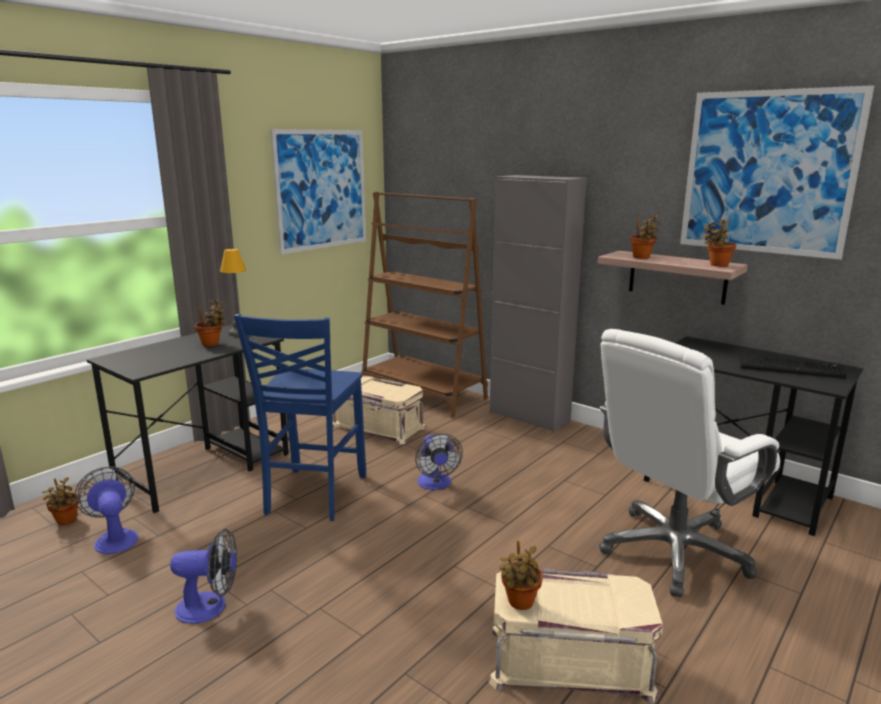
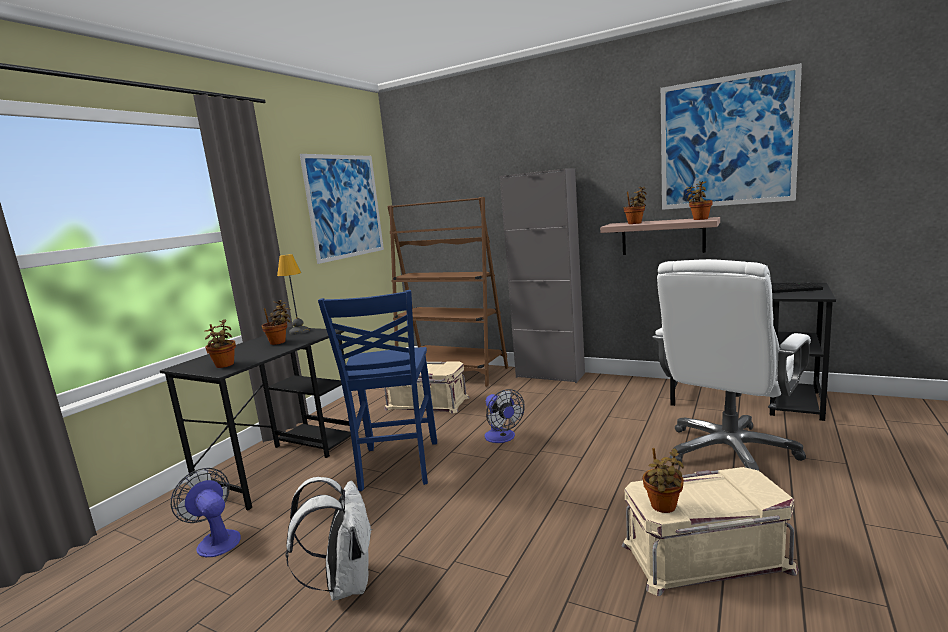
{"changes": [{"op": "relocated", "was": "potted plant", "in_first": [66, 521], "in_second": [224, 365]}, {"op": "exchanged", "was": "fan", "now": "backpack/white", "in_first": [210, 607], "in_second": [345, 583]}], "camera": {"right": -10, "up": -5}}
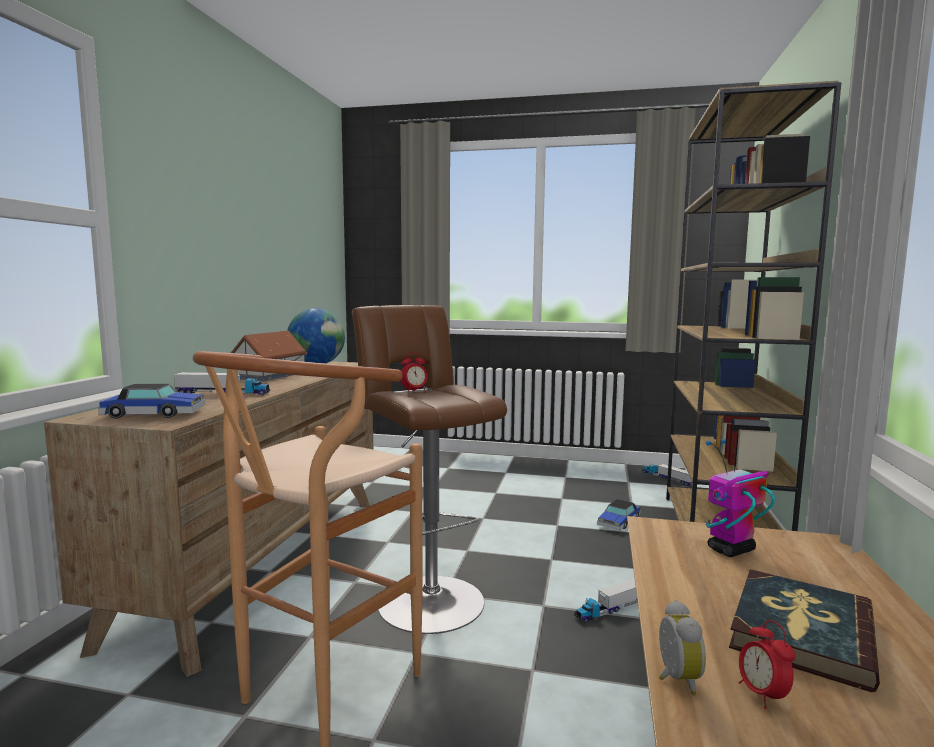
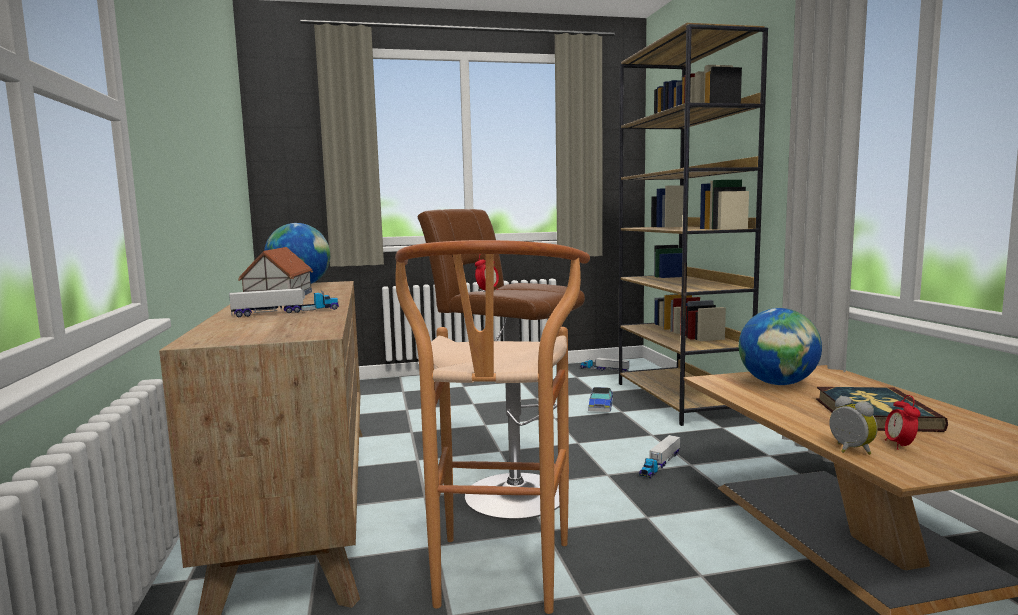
{"changes": [{"op": "missing", "was": "toy car", "in_first": [154, 414]}, {"op": "exchanged", "was": "toy robot", "now": "globe", "in_first": [730, 550], "in_second": [777, 384]}, {"op": "spun", "was": "alarm clock", "in_first": [762, 695], "in_second": [899, 445], "clockwise": 45}], "camera": {"right": -25, "up": 0}}
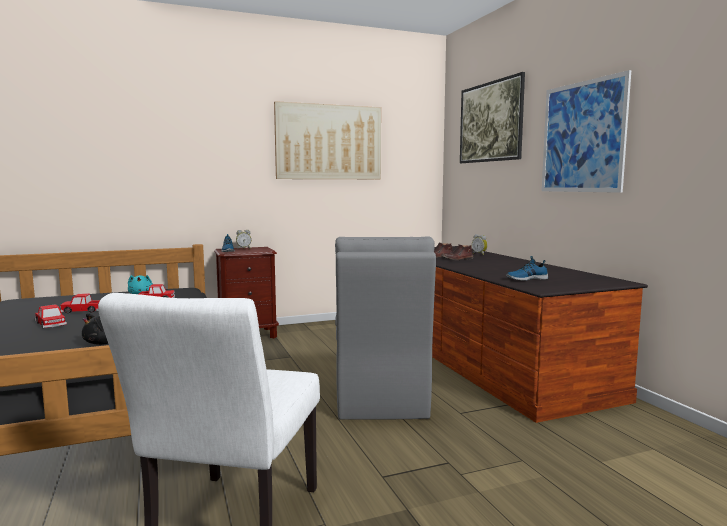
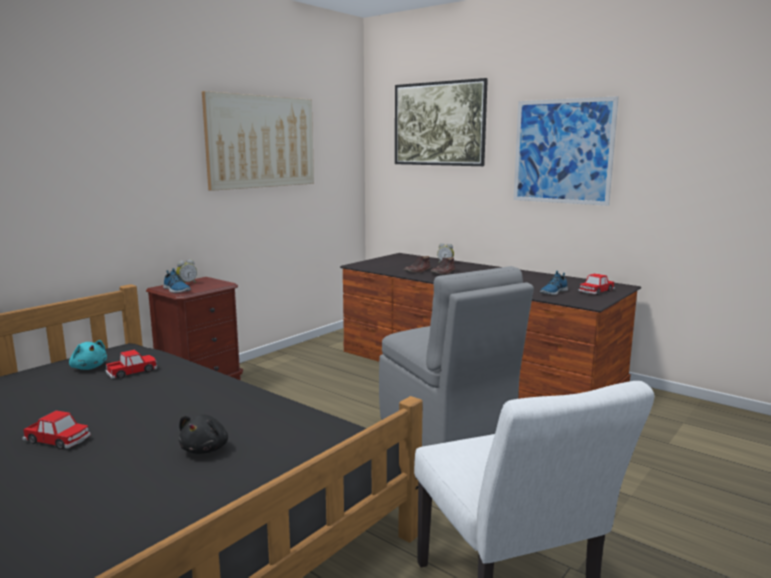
{"changes": [{"op": "relocated", "was": "toy car", "in_first": [82, 311], "in_second": [596, 291]}], "camera": {"right": -30, "up": 5}}
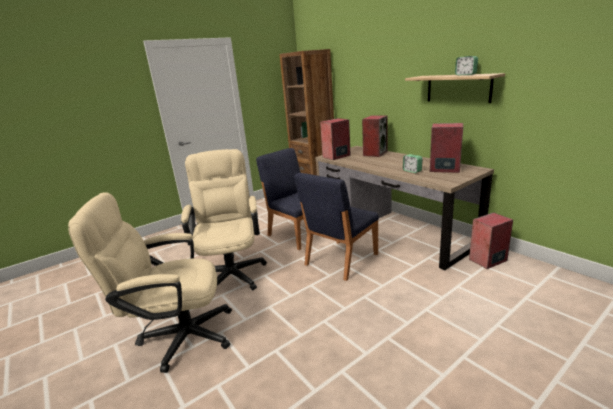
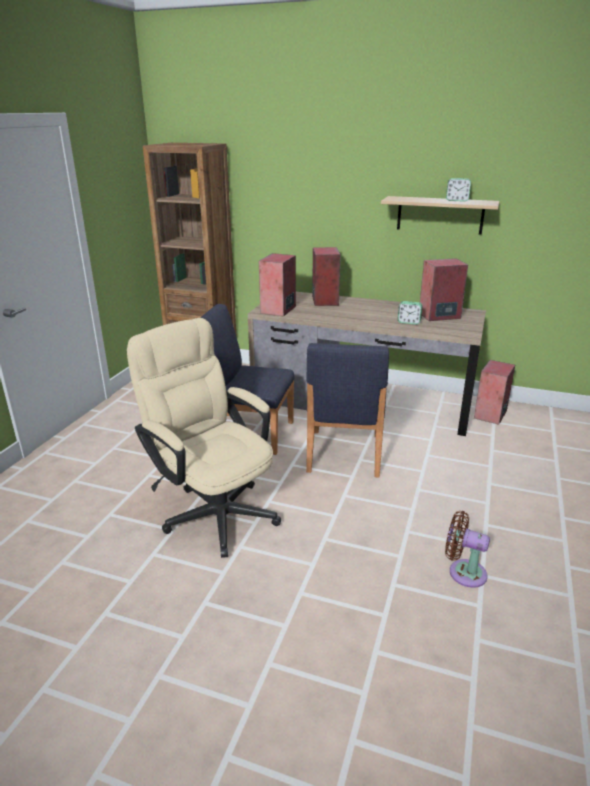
{"changes": [{"op": "missing", "was": "office chair/beige", "in_first": [178, 337]}, {"op": "appeared", "now": "fan/brown", "in_second": [463, 572]}], "camera": {"right": -35, "up": 5}}
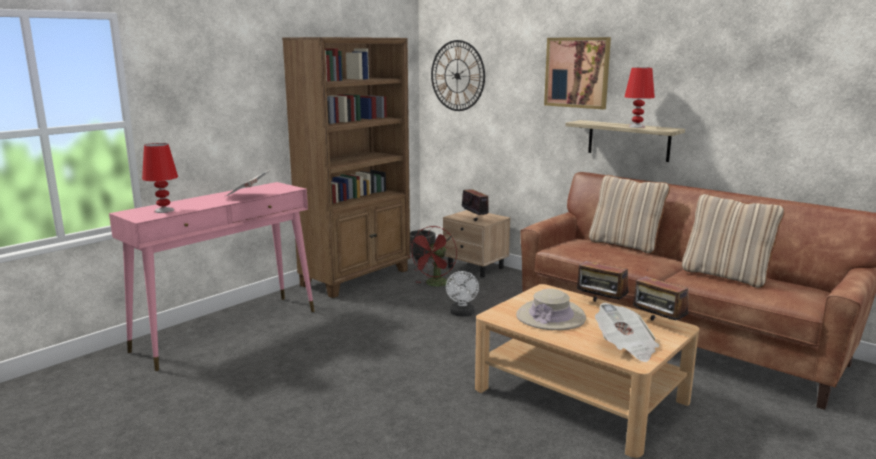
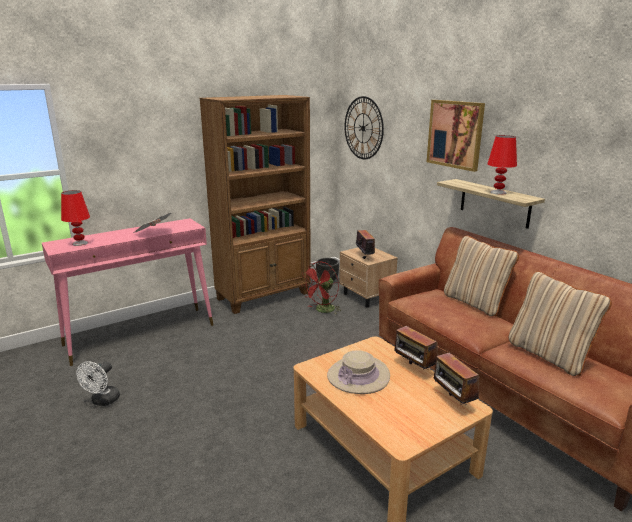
{"changes": [{"op": "missing", "was": "newspaper", "in_first": [626, 347]}, {"op": "relocated", "was": "fan/white", "in_first": [462, 314], "in_second": [103, 401]}], "camera": {"right": 15, "up": 5}}
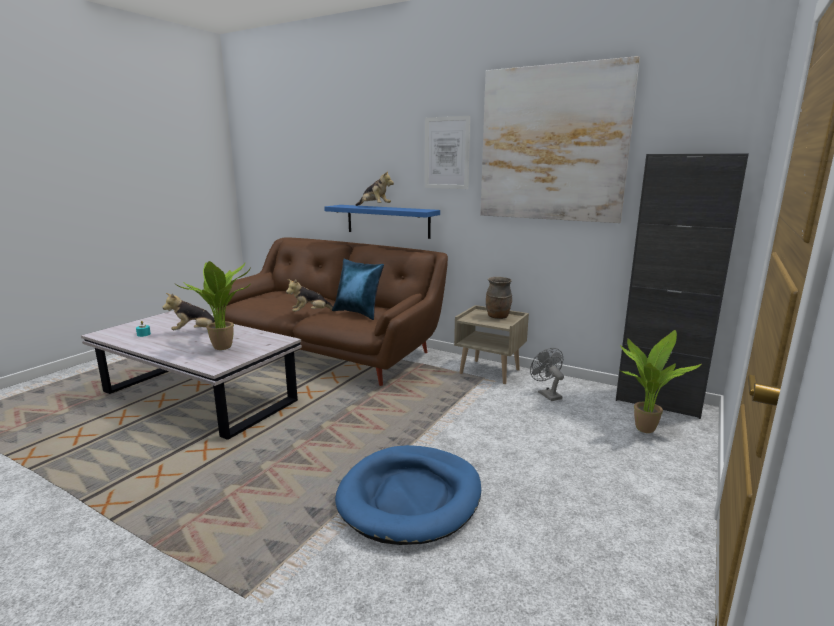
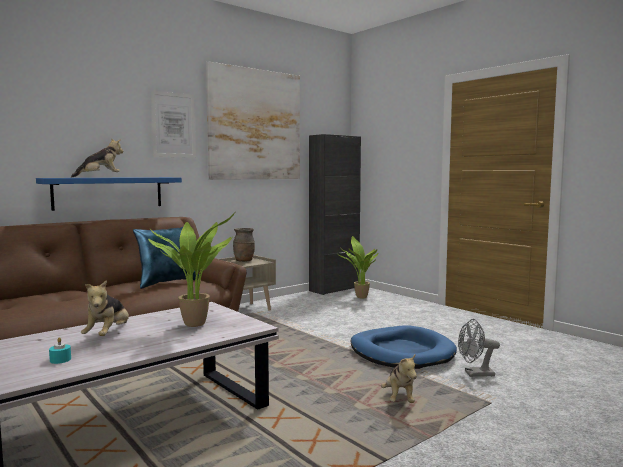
{"changes": [{"op": "relocated", "was": "plush toy", "in_first": [310, 313], "in_second": [399, 399]}, {"op": "relocated", "was": "fan/grey", "in_first": [547, 394], "in_second": [475, 374]}], "camera": {"right": -70, "up": -10}}
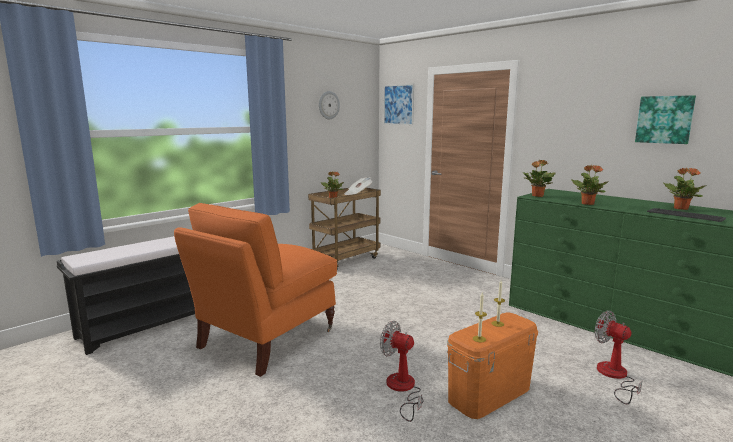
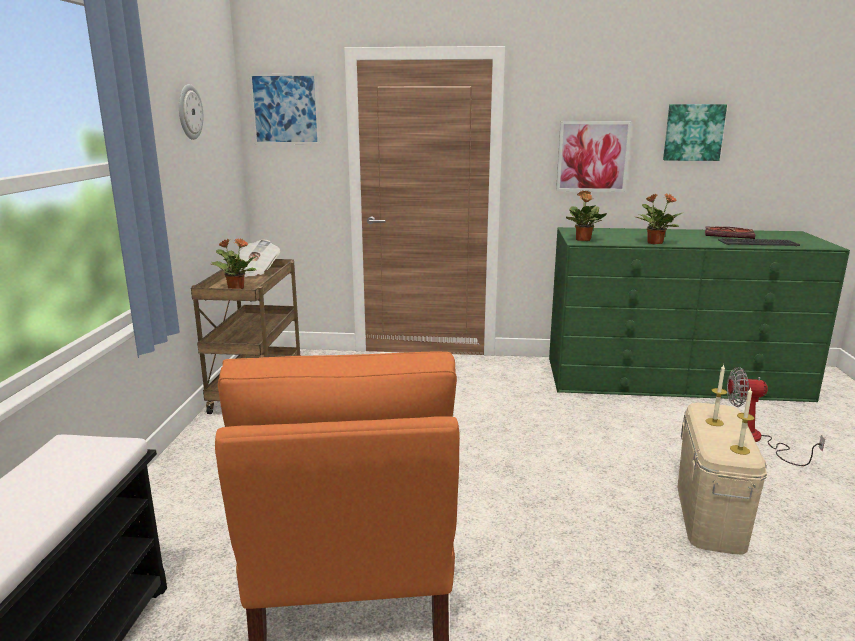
{"changes": [{"op": "missing", "was": "fan", "in_first": [402, 389]}, {"op": "appeared", "now": "picture", "in_second": [592, 156]}, {"op": "exchanged", "was": "potted plant", "now": "book", "in_first": [680, 208], "in_second": [730, 235]}, {"op": "colour", "was": "storage box/orange", "now": "storage box/beige", "in_first": [489, 394], "in_second": [710, 515]}], "camera": {"right": -40, "up": 5}}
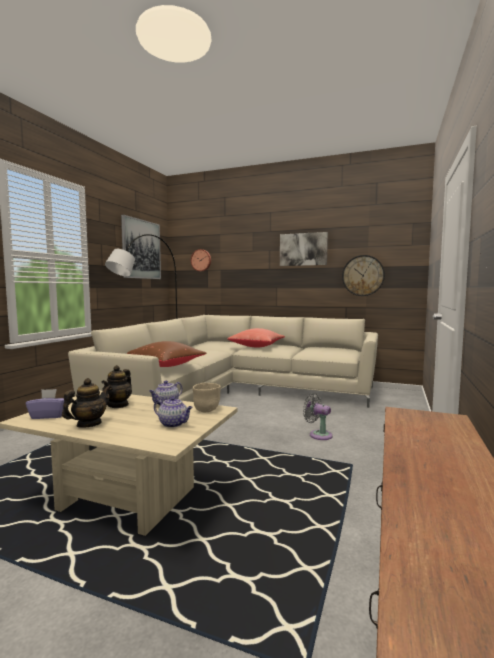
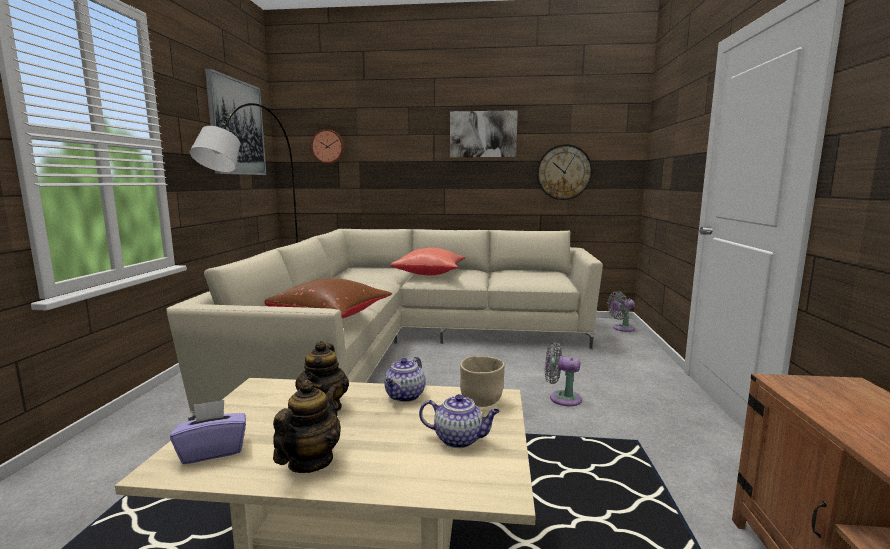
{"changes": [{"op": "appeared", "now": "fan/grey", "in_second": [621, 328]}], "camera": {"right": -15, "up": 5}}
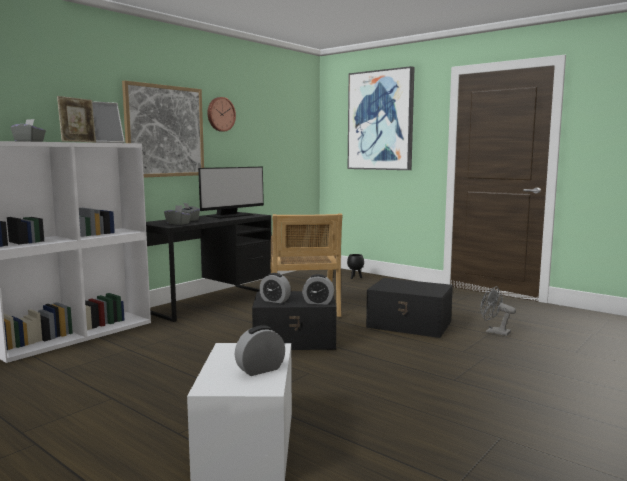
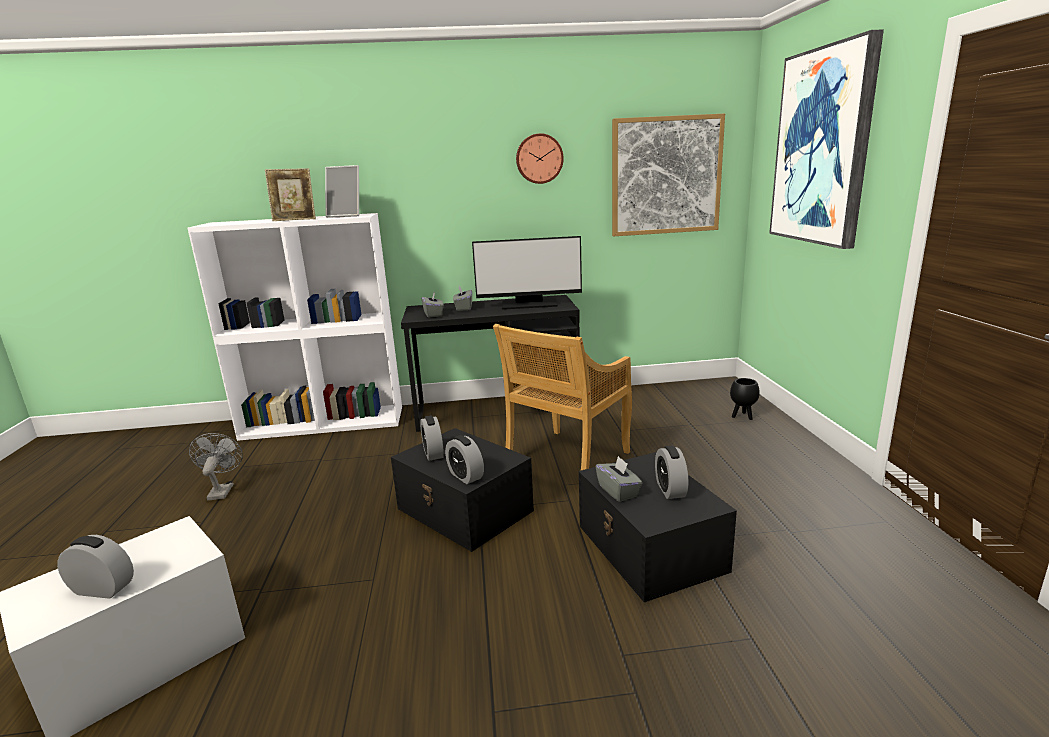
{"changes": [{"op": "appeared", "now": "alarm clock", "in_second": [670, 490]}, {"op": "relocated", "was": "tissue box/grey", "in_first": [29, 141], "in_second": [618, 491]}, {"op": "relocated", "was": "picture", "in_first": [164, 131], "in_second": [666, 176]}, {"op": "relocated", "was": "fan/grey", "in_first": [494, 332], "in_second": [222, 490]}], "camera": {"right": 45, "up": 10}}
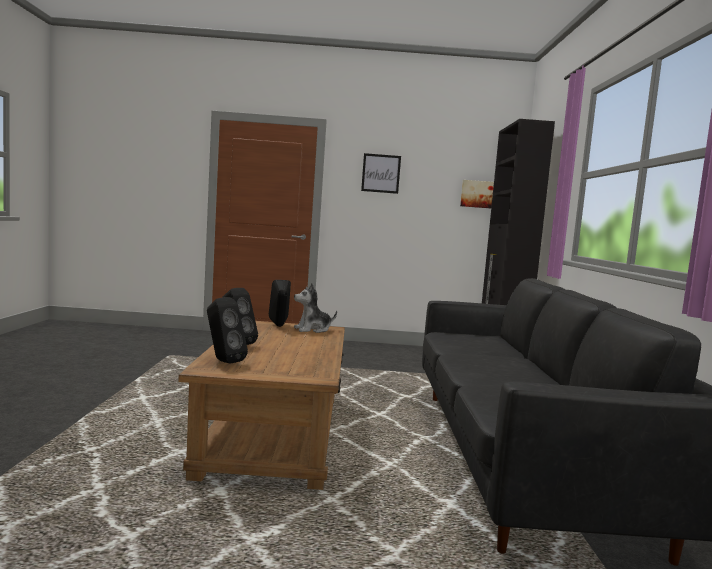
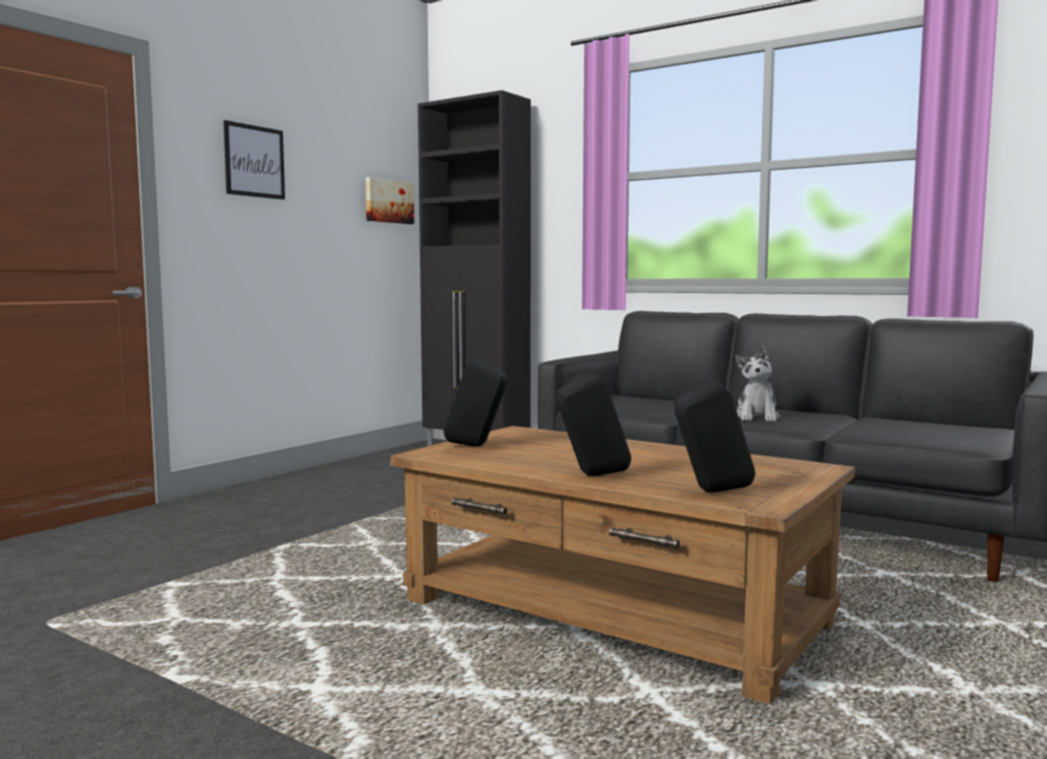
{"changes": [{"op": "relocated", "was": "plush toy", "in_first": [313, 329], "in_second": [757, 417]}], "camera": {"right": -55, "up": 0}}
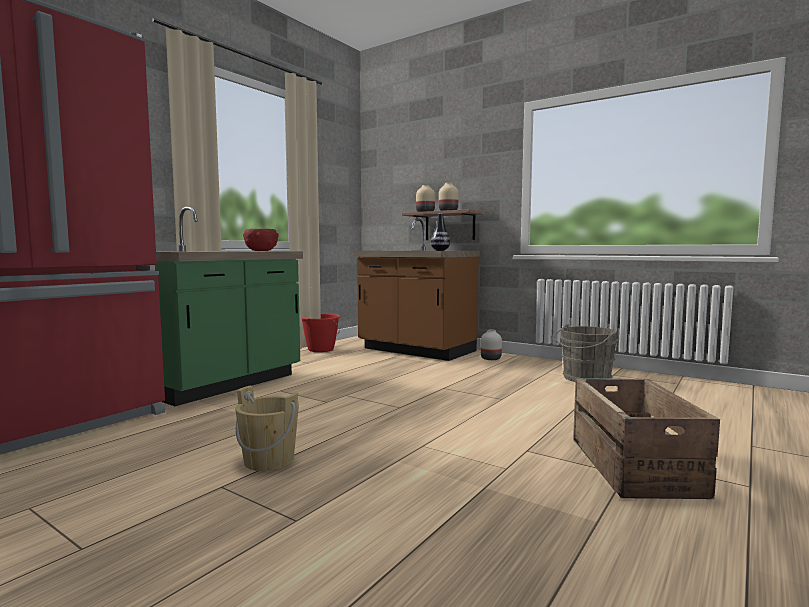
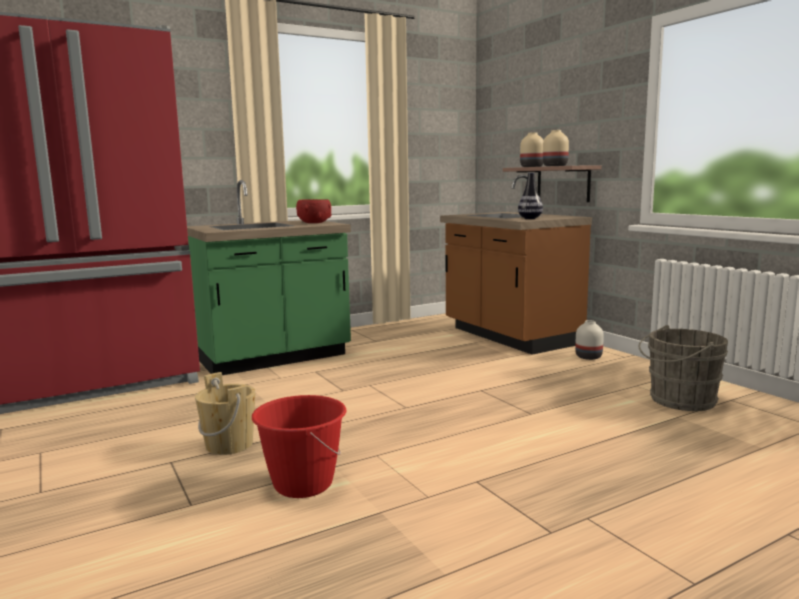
{"changes": [{"op": "missing", "was": "crate", "in_first": [634, 466]}, {"op": "relocated", "was": "bucket/red", "in_first": [320, 349], "in_second": [302, 484]}], "camera": {"right": 25, "up": 5}}
